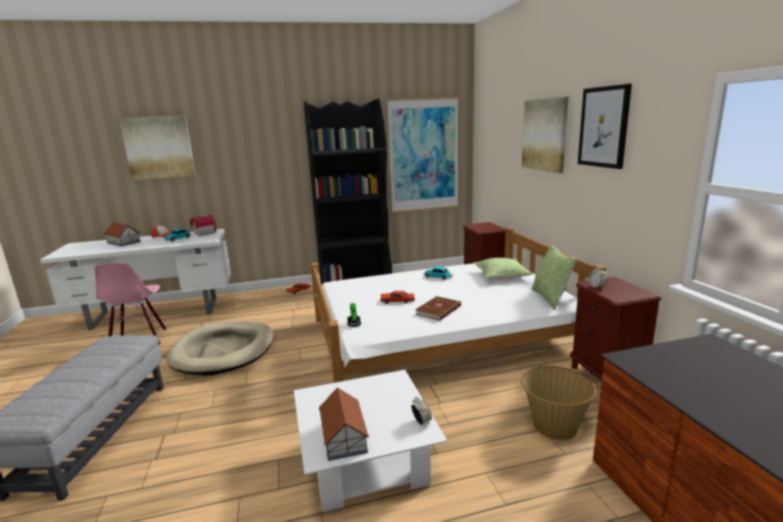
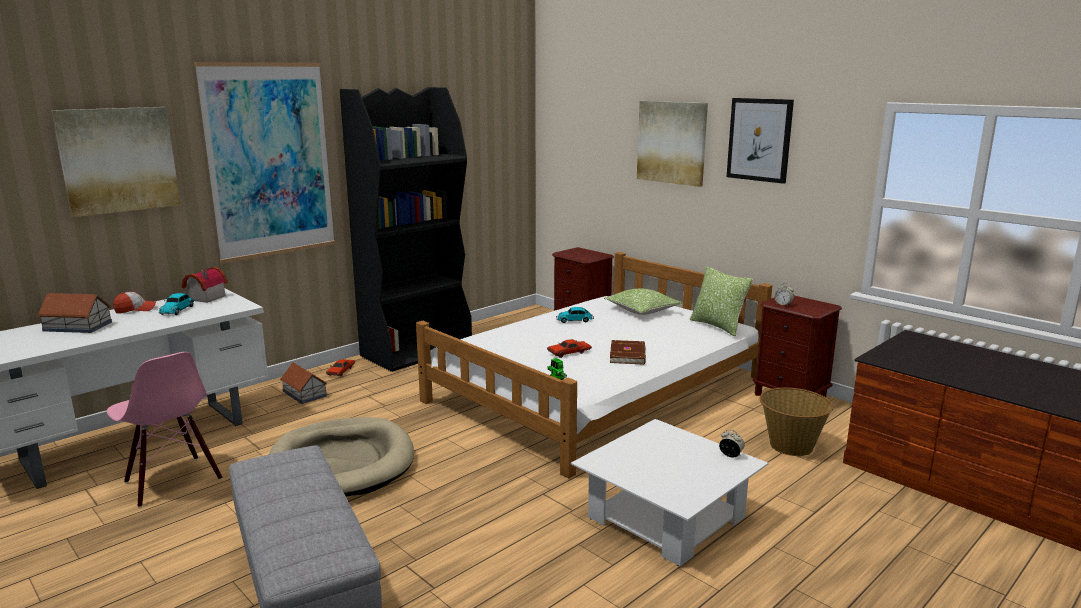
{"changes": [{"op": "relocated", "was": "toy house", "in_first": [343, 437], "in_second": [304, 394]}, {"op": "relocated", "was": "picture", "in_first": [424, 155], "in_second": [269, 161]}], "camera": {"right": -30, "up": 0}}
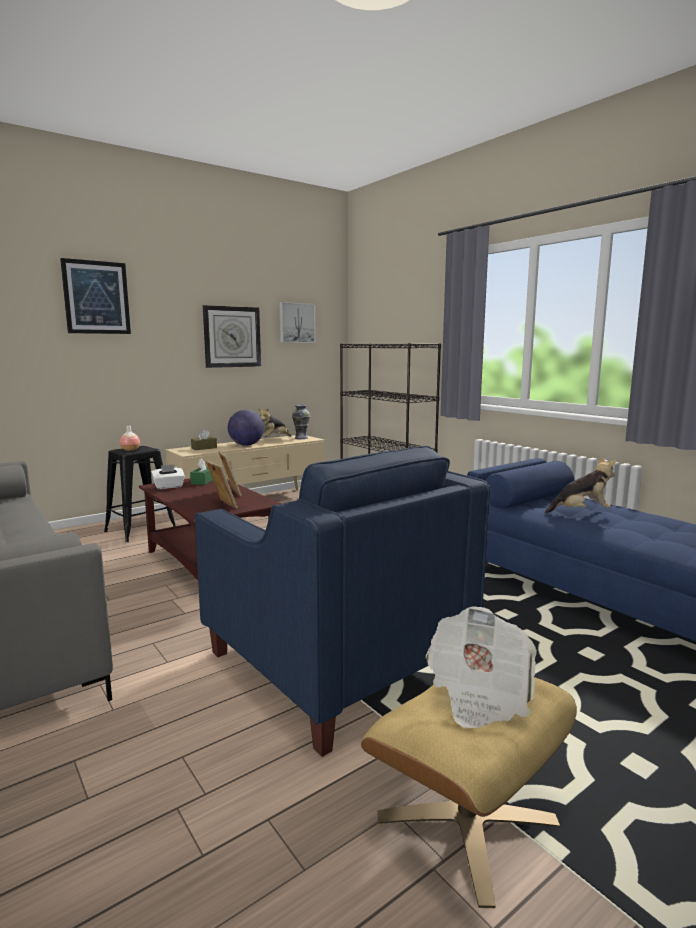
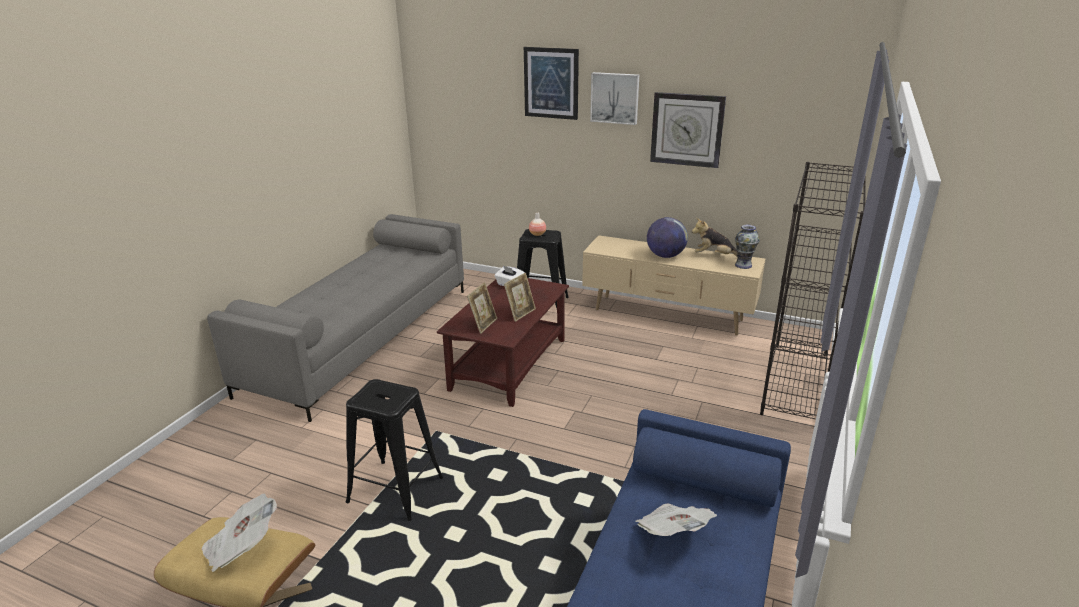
{"changes": [{"op": "missing", "was": "tissue box/green", "in_first": [203, 481]}, {"op": "missing", "was": "tissue box/brown", "in_first": [204, 448]}, {"op": "relocated", "was": "picture", "in_first": [296, 323], "in_second": [615, 98]}, {"op": "exchanged", "was": "armchair/blue", "now": "stool/black", "in_first": [334, 664], "in_second": [396, 490]}, {"op": "exchanged", "was": "plush toy", "now": "newspaper", "in_first": [581, 512], "in_second": [673, 533]}], "camera": {"right": 60, "up": 15}}
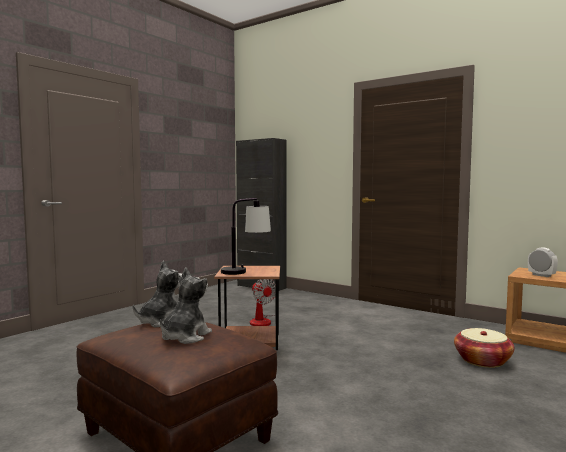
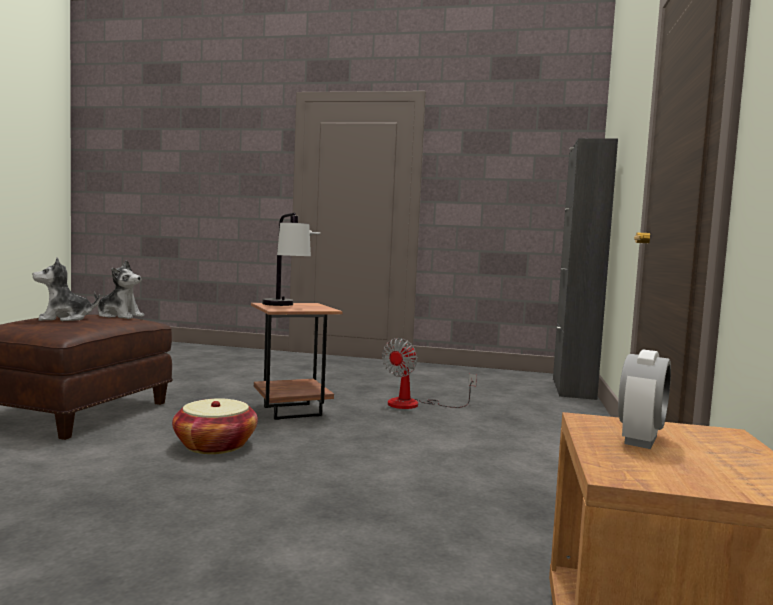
{"changes": [{"op": "relocated", "was": "basket", "in_first": [482, 361], "in_second": [215, 445]}, {"op": "spun", "was": "plush toy", "in_first": [185, 337], "in_second": [64, 319], "clockwise": 150}], "camera": {"right": 65, "up": 0}}
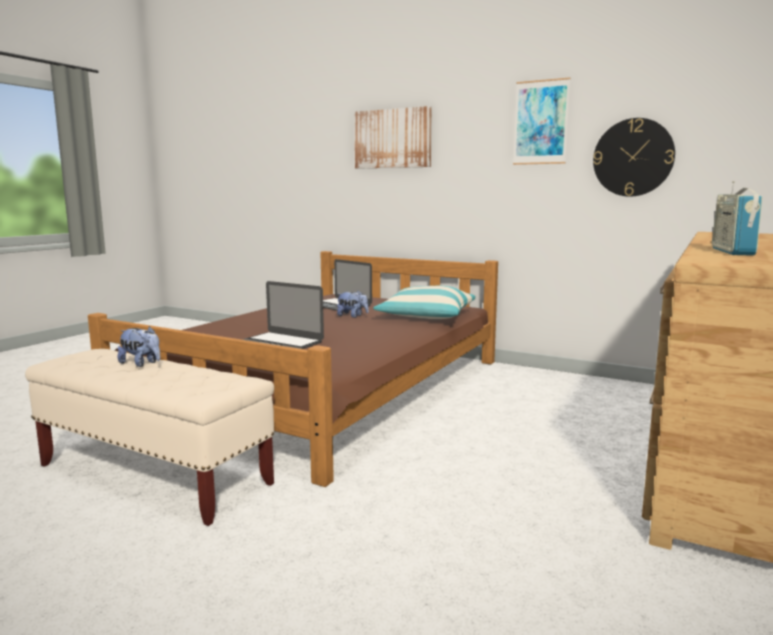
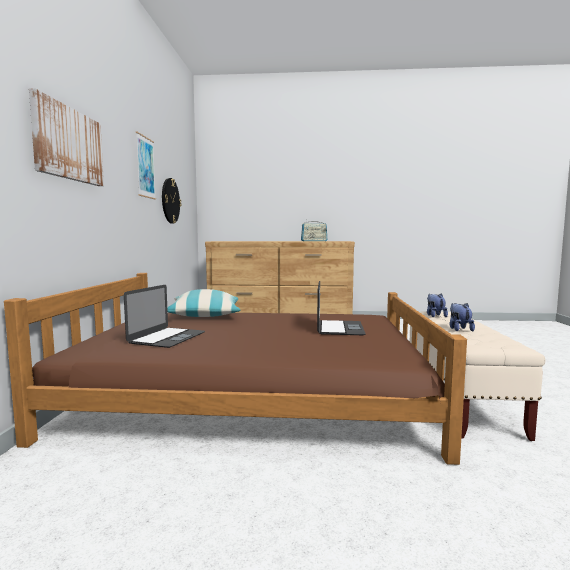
{"changes": [{"op": "relocated", "was": "plush toy", "in_first": [352, 316], "in_second": [435, 316]}], "camera": {"right": -115, "up": -5}}
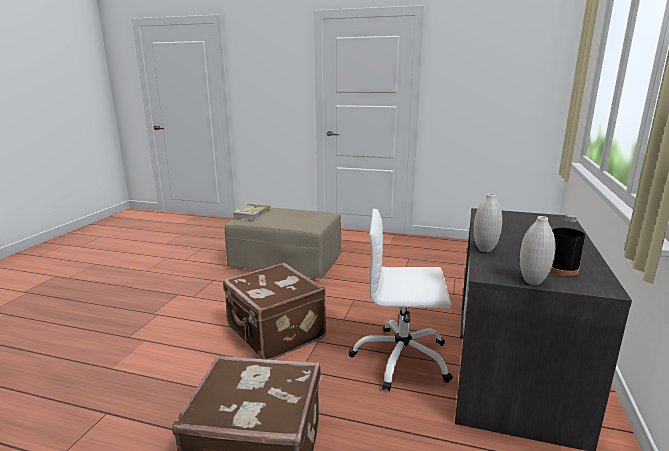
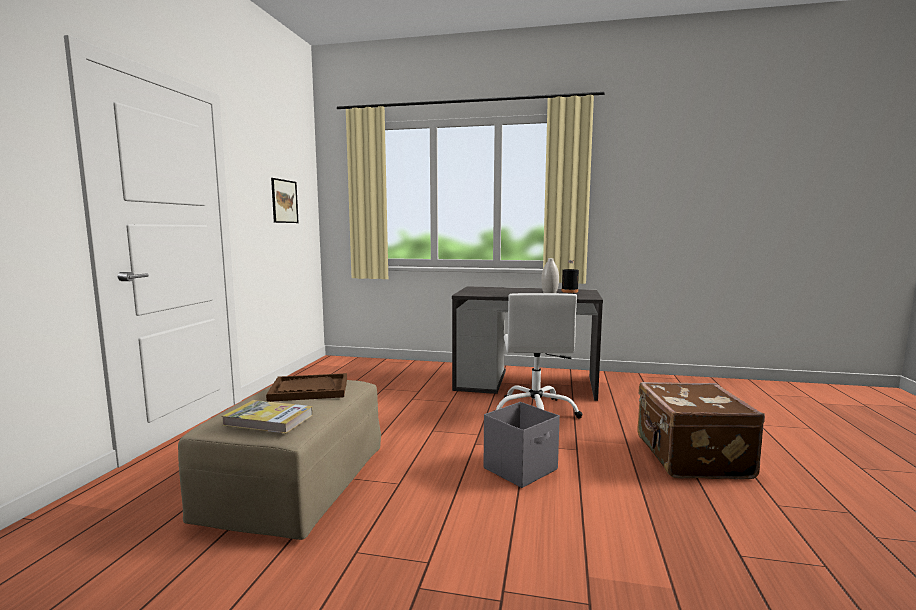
{"changes": [{"op": "missing", "was": "vase/white", "in_first": [532, 281]}, {"op": "appeared", "now": "tray/brown", "in_second": [309, 390]}, {"op": "appeared", "now": "picture", "in_second": [284, 201]}, {"op": "exchanged", "was": "suitcase/brown", "now": "storage box/grey", "in_first": [274, 334], "in_second": [521, 469]}], "camera": {"right": -95, "up": -10}}
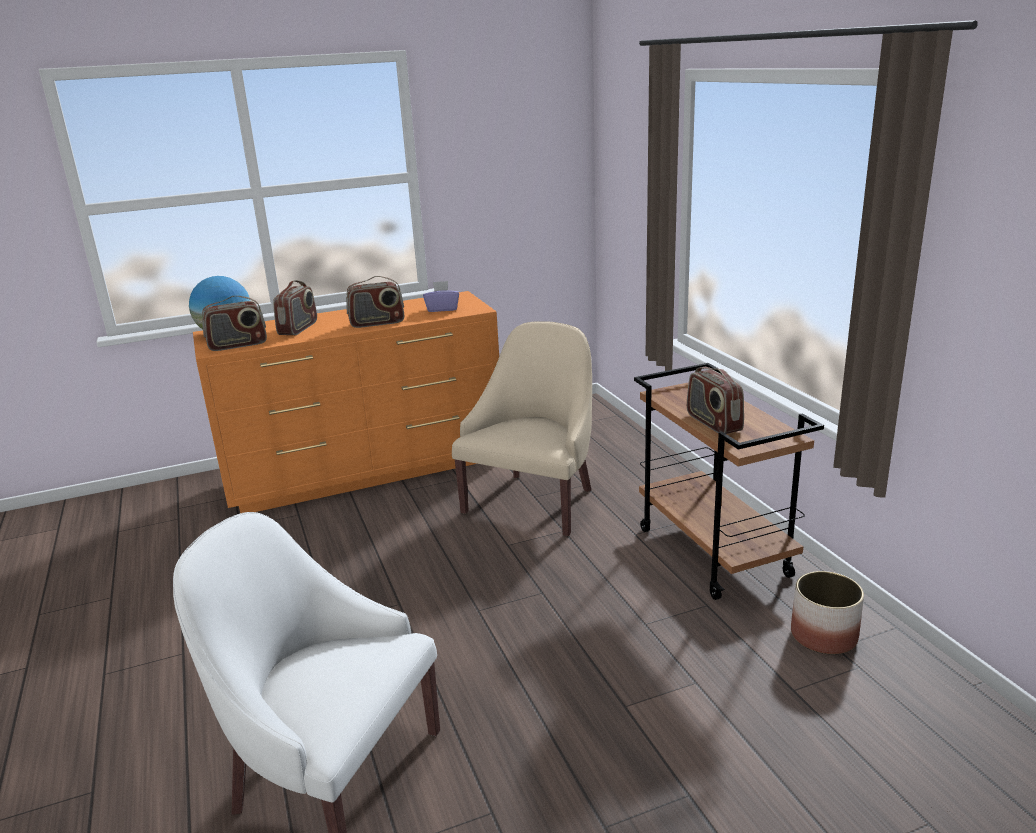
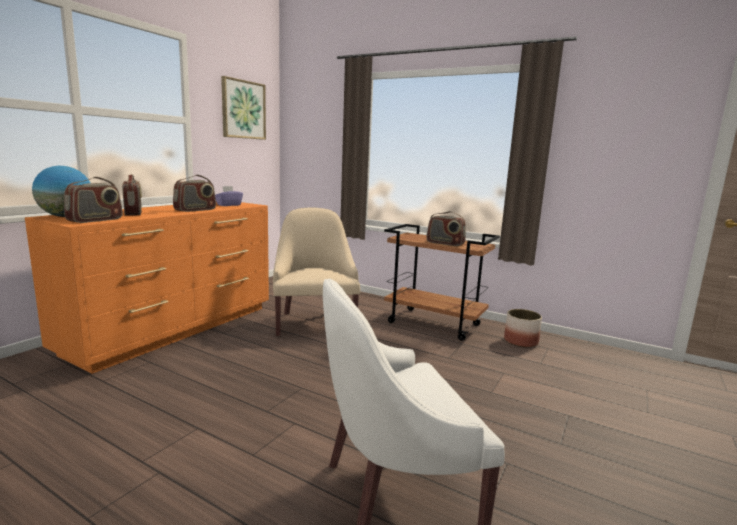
{"changes": [{"op": "appeared", "now": "picture", "in_second": [243, 109]}], "camera": {"right": -40, "up": -10}}
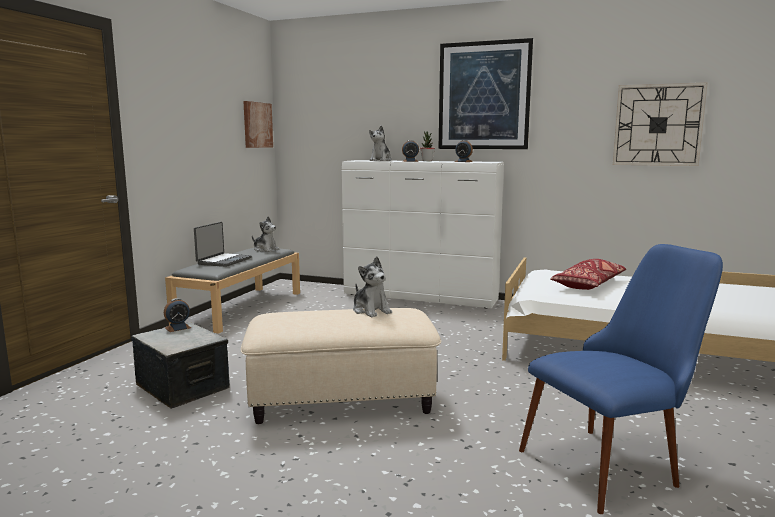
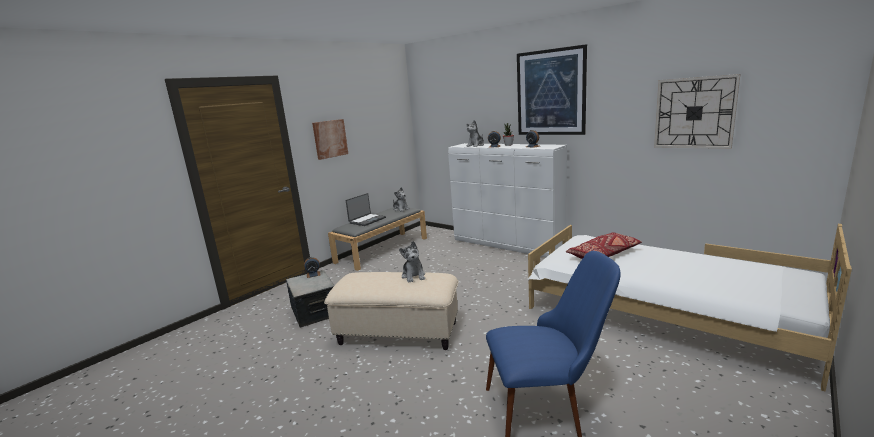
{"changes": [{"op": "relocated", "was": "picture", "in_first": [257, 125], "in_second": [330, 139]}], "camera": {"right": 20, "up": 5}}
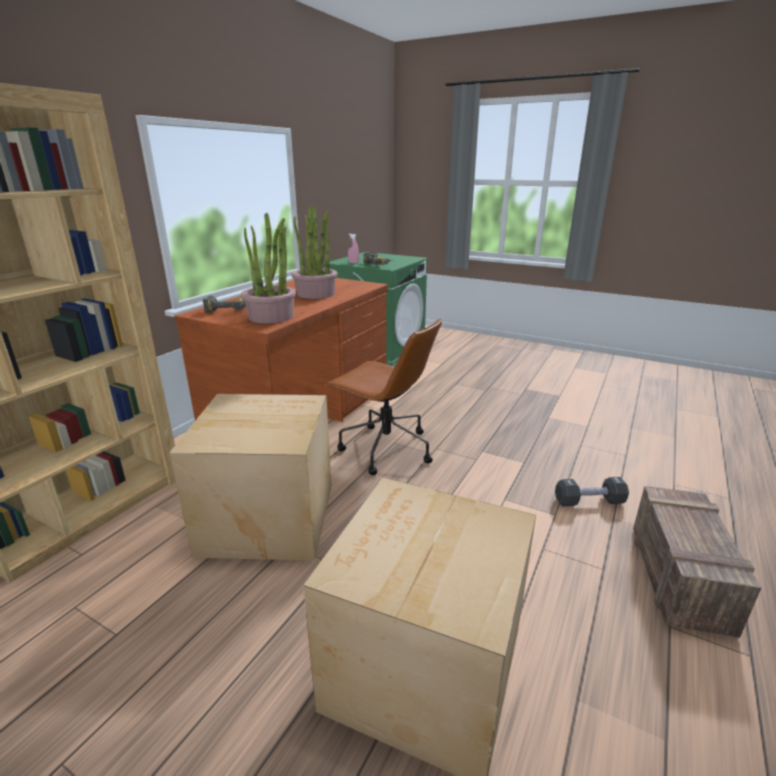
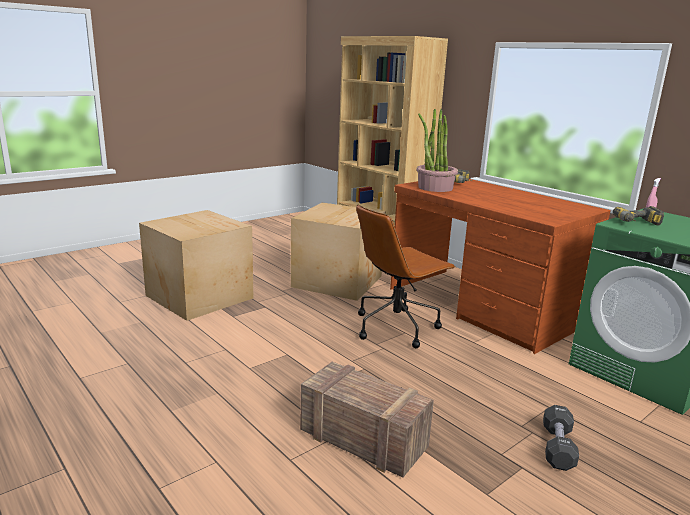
{"changes": [{"op": "missing", "was": "potted plant", "in_first": [316, 294]}, {"op": "relocated", "was": "dumbbell/black", "in_first": [589, 501], "in_second": [557, 447]}, {"op": "relocated", "was": "crate", "in_first": [680, 579], "in_second": [361, 438]}], "camera": {"right": 110, "up": -5}}
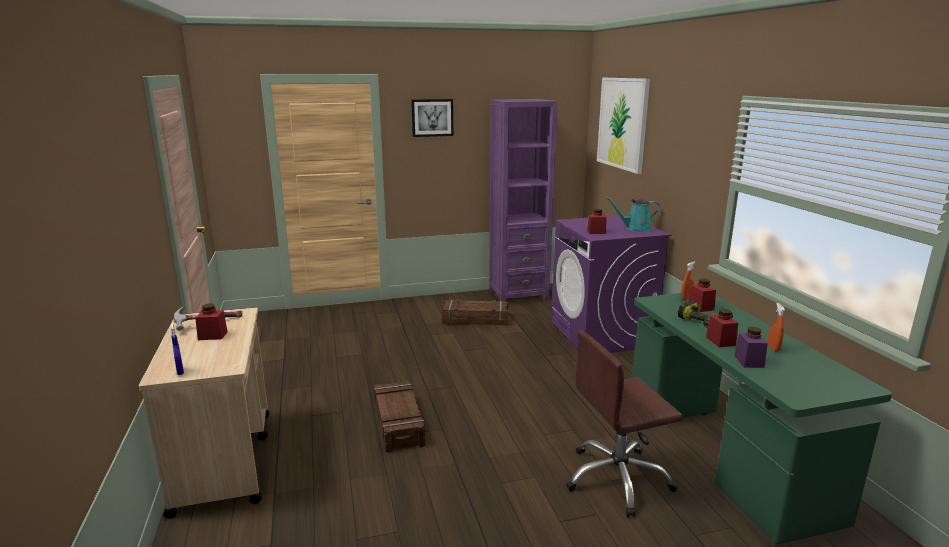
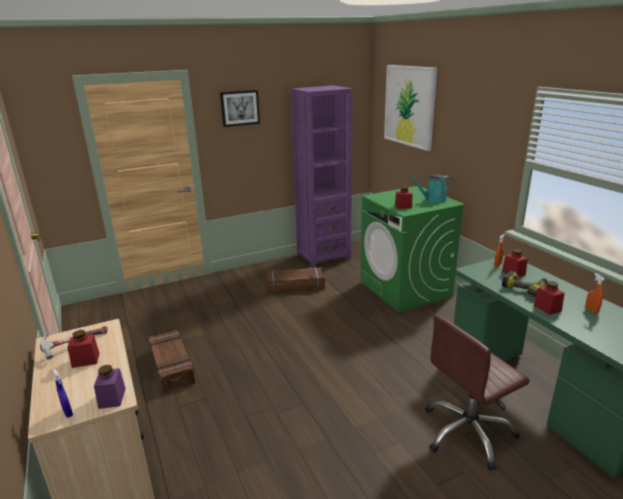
{"changes": [{"op": "relocated", "was": "crate", "in_first": [397, 423], "in_second": [171, 366]}, {"op": "relocated", "was": "jar/purple", "in_first": [749, 361], "in_second": [112, 398]}, {"op": "colour", "was": "washing machine/purple", "now": "washing machine/green", "in_first": [602, 334], "in_second": [405, 289]}], "camera": {"right": -10, "up": 5}}
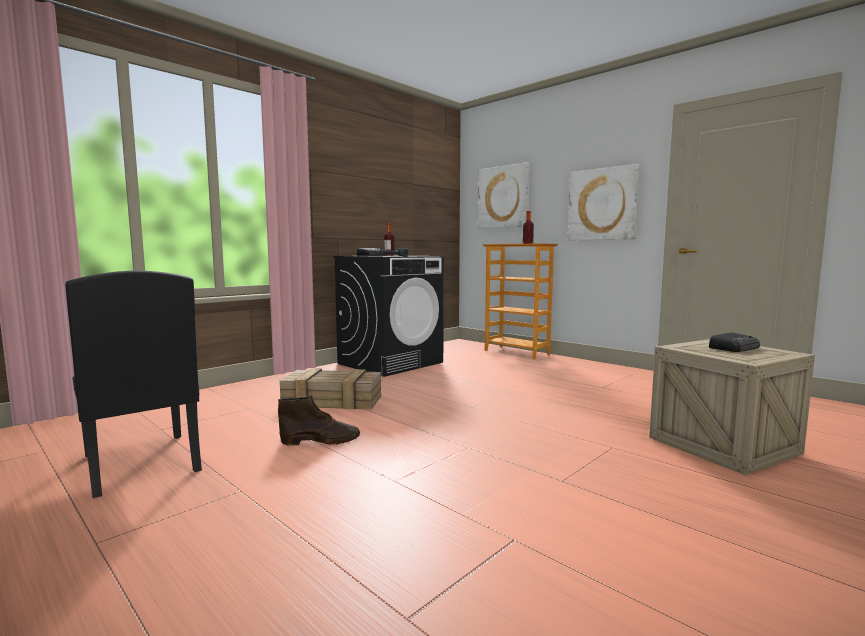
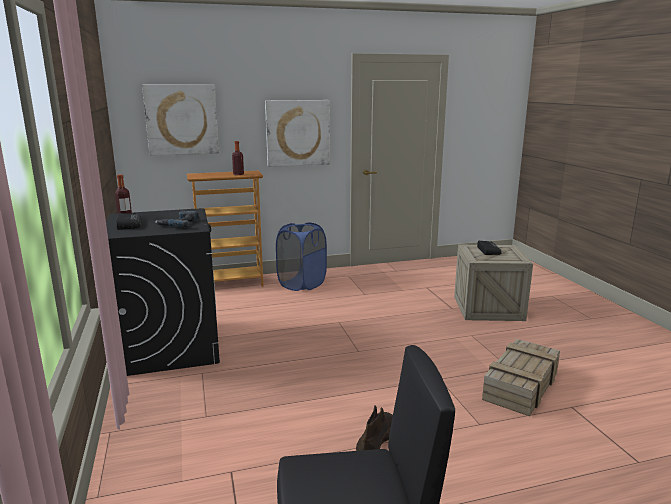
{"changes": [{"op": "appeared", "now": "laundry basket/blue", "in_second": [302, 284]}, {"op": "relocated", "was": "crate", "in_first": [334, 401], "in_second": [521, 385]}], "camera": {"right": -60, "up": 10}}
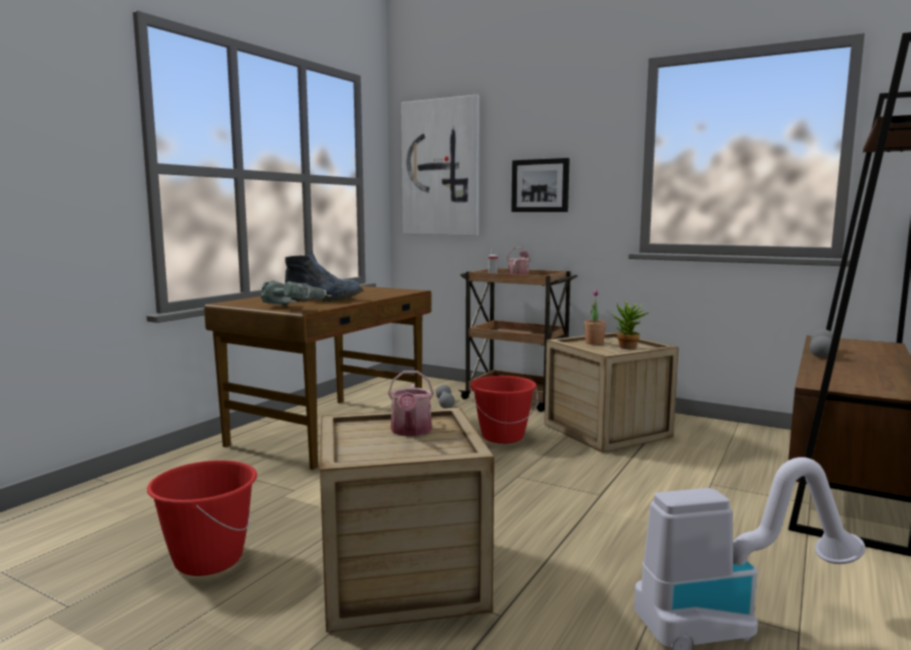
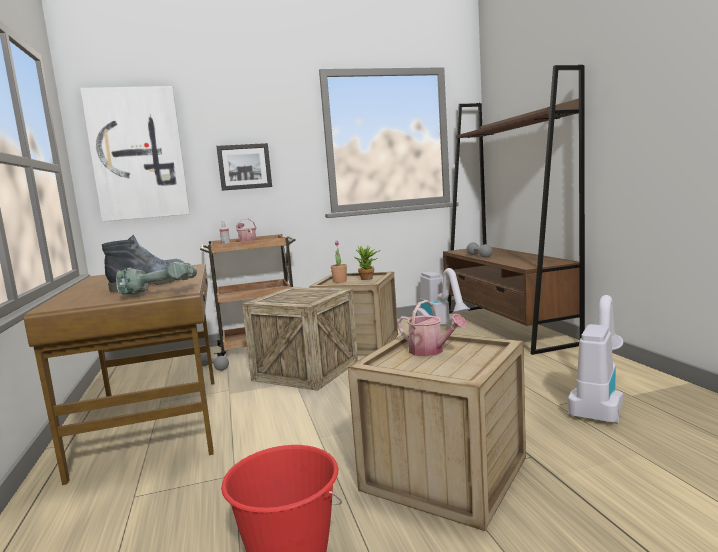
{"changes": [{"op": "appeared", "now": "vacuum cleaner", "in_second": [441, 326]}, {"op": "exchanged", "was": "bucket/red", "now": "crate", "in_first": [502, 436], "in_second": [306, 371]}], "camera": {"right": -45, "up": 0}}
